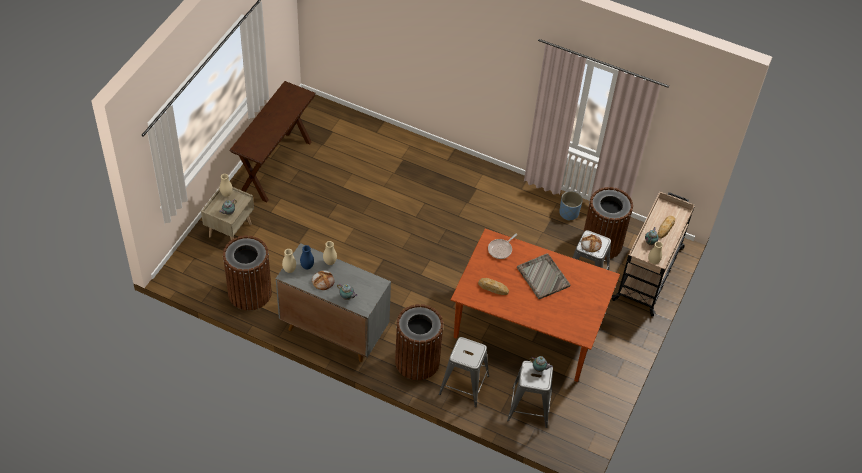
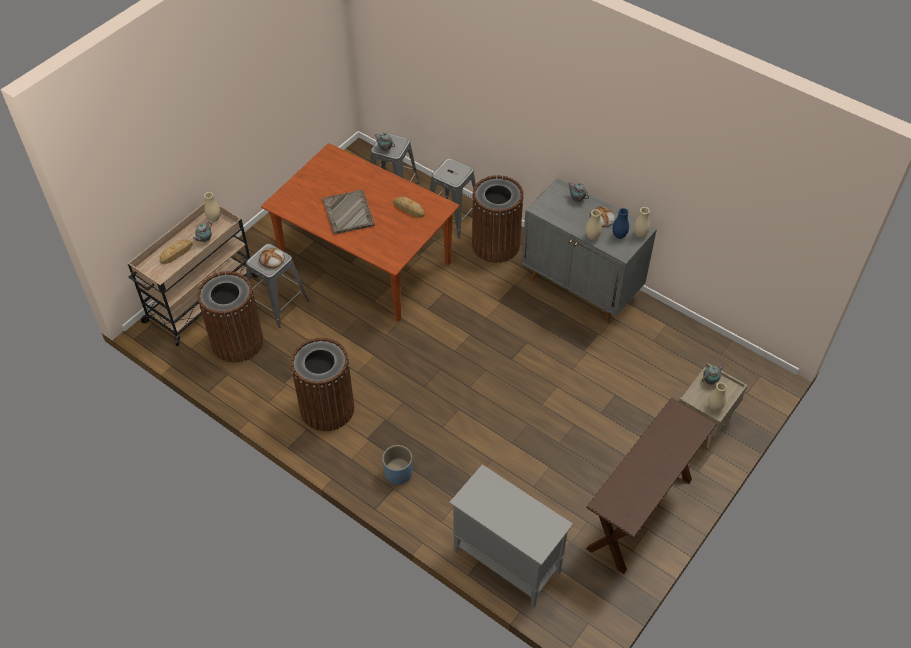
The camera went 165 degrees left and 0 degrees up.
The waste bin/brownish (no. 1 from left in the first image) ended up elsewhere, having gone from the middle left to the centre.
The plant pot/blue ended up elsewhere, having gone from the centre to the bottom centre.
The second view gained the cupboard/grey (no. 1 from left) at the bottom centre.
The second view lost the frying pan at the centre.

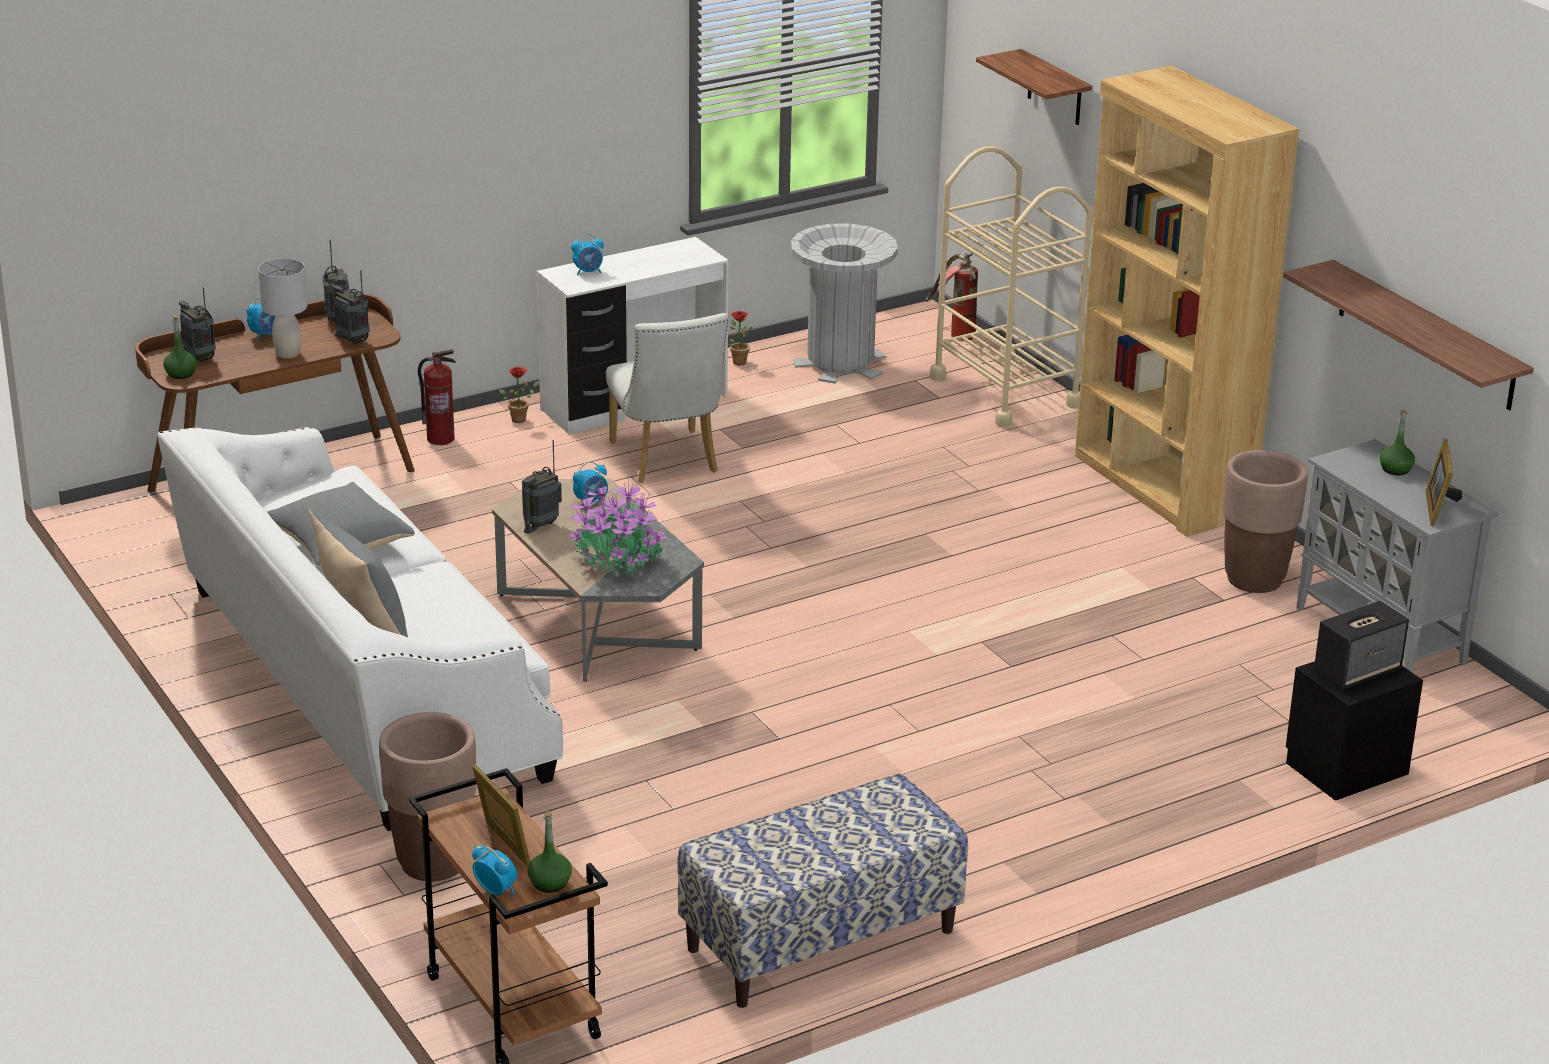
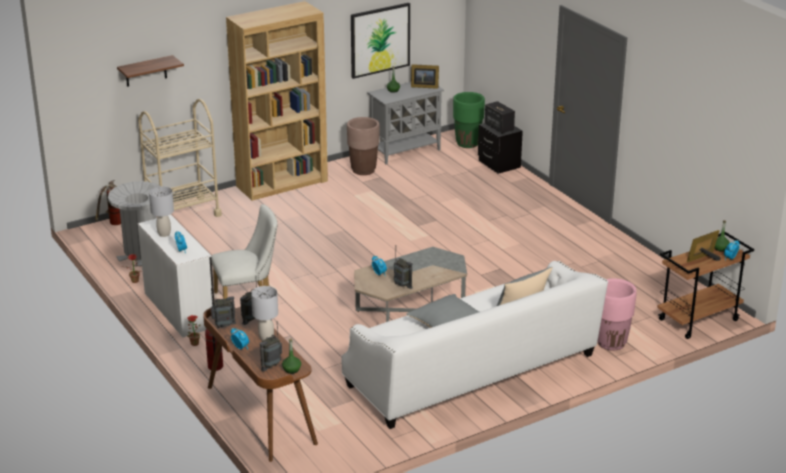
The camera went 90 degrees left and 0 degrees up.
The second view gained the table lamp/grey (no. 1 from left) at the middle left.
Where the wall shelf (no. 2 from left) hung at the top right, the picture came to hang at the top centre.
The second view gained the plant pot/green at the top centre.
What was the plant pot/brownish (no. 1 from left) at the bottom left turned into the plant pot/pink at the middle right.
The second view lost the plant in a pot (no. 2 from left) at the centre.
The second view lost the long seat at the bottom centre.

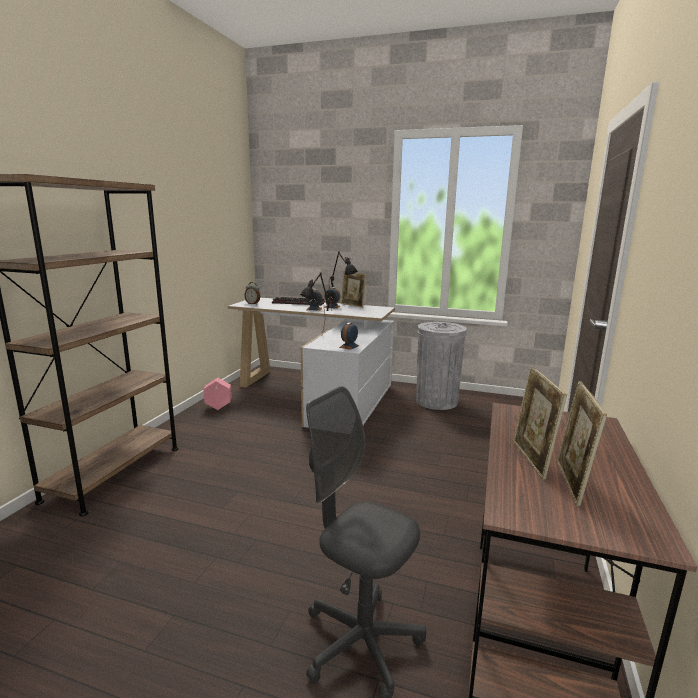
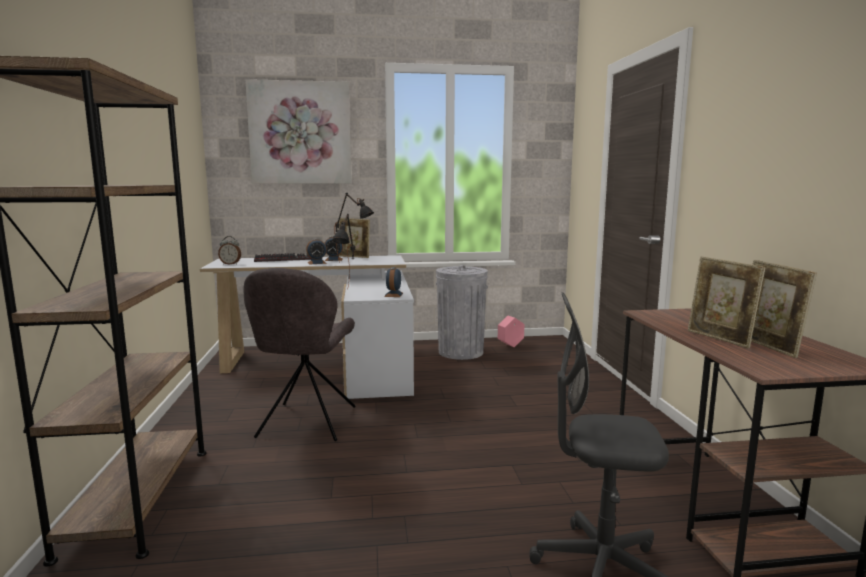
The camera went 25 degrees left and 5 degrees down.
The second view gained the chair/grey at the centre.
The second view gained the picture at the top centre.
The plant pot/pink ended up elsewhere, having gone from the middle left to the centre.

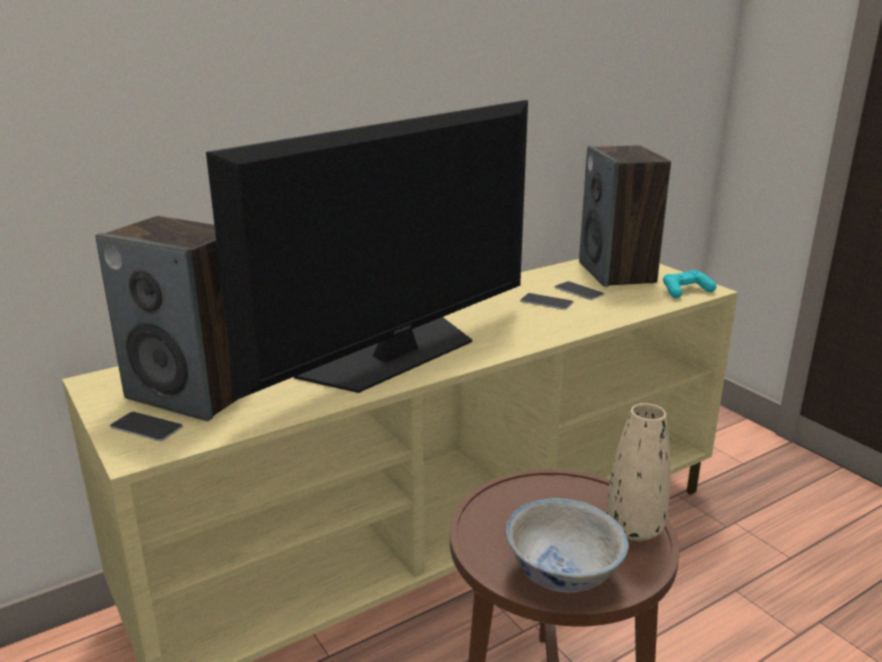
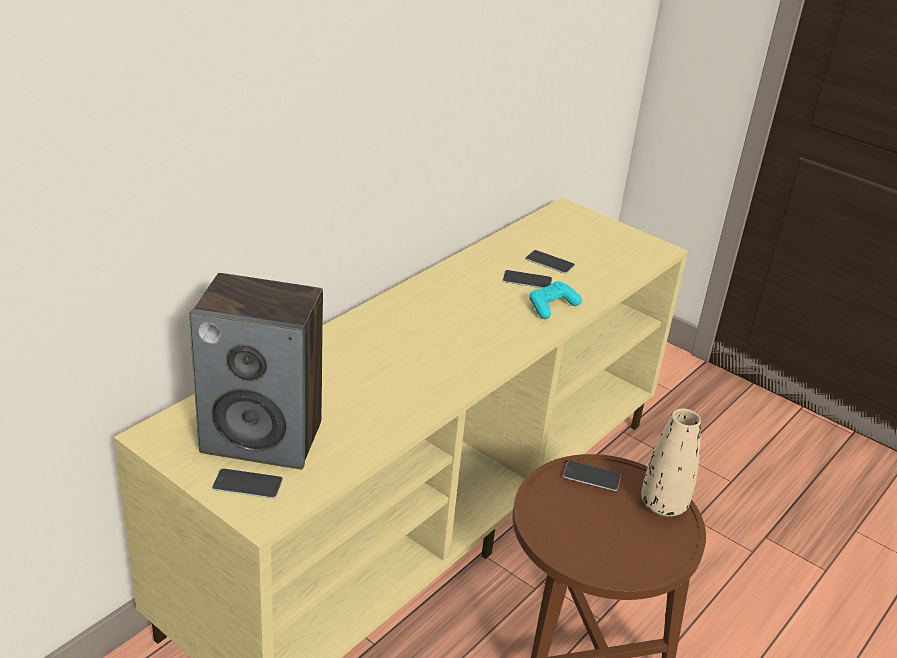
The camera went 20 degrees left and 10 degrees up.
The game controller/blue-green ended up elsewhere, having gone from the middle right to the centre.
The second view gained the telephone (no. 4 from left) at the bottom centre.
The second view lost the TV set at the centre.
The second view lost the serving bowl/white-coloured at the bottom centre.
The second view lost the speaker (no. 2 from left) at the top right.

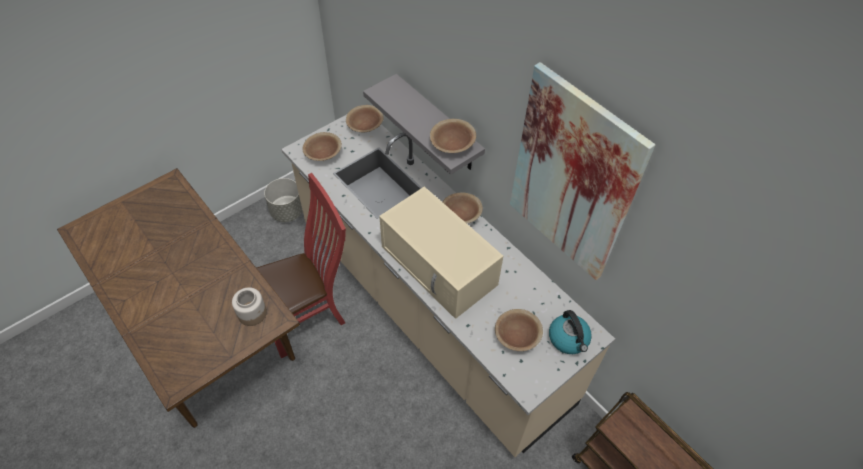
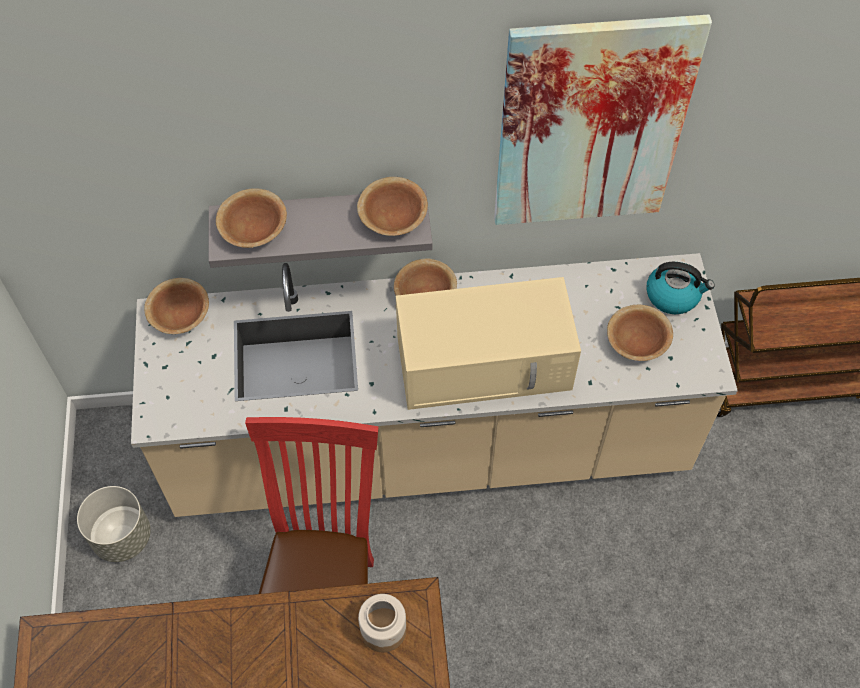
The camera went 55 degrees left and 5 degrees up.
The serving bowl/brownish (no. 1 from left in the first image) ended up elsewhere, having gone from the top centre to the top left.

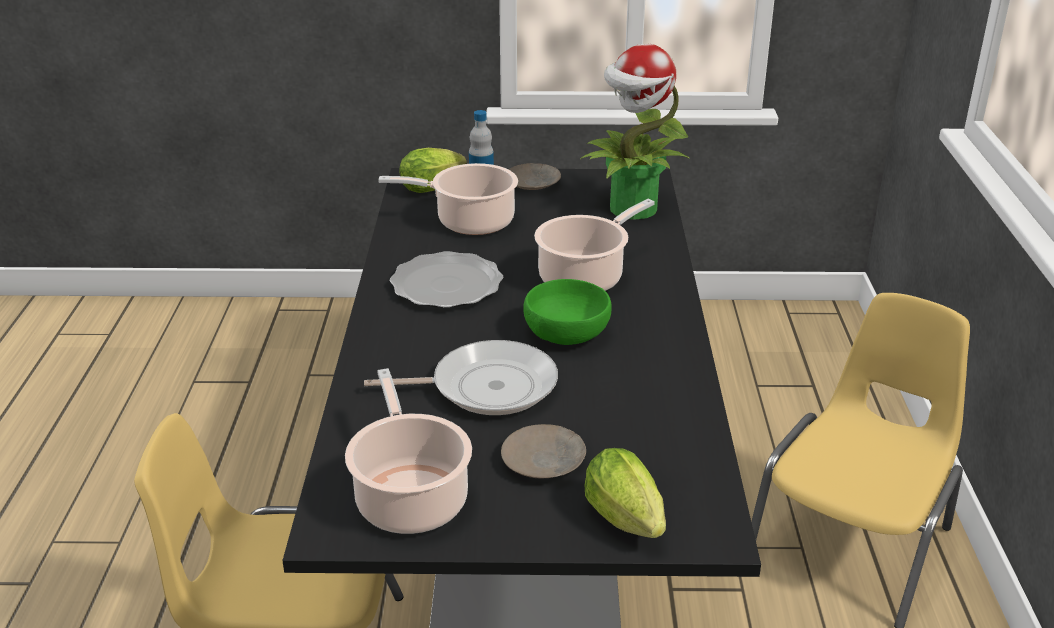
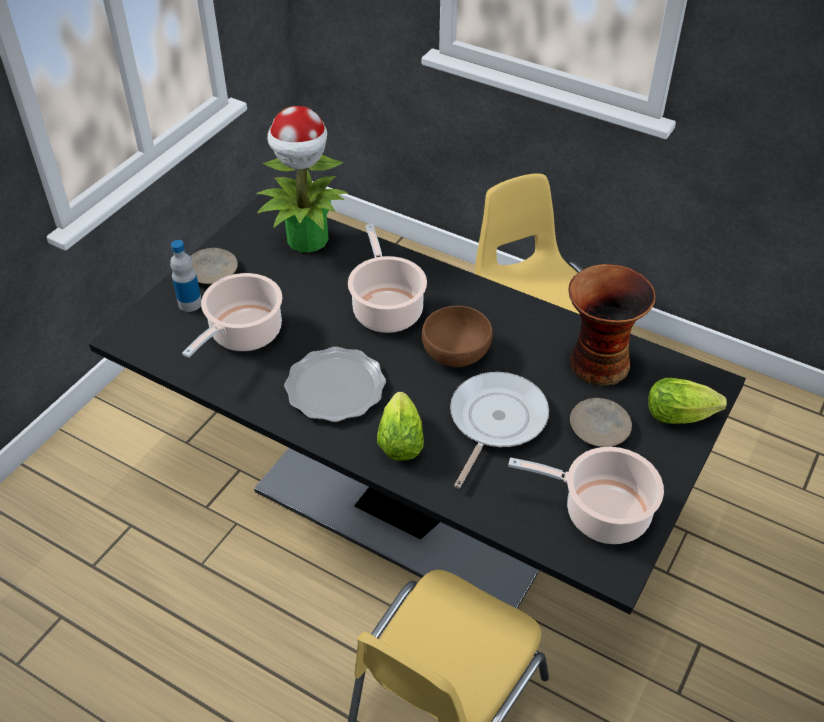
The camera went 60 degrees left and 15 degrees up.
The head of lettuce (no. 1 from left) ended up elsewhere, having gone from the top centre to the centre.
What was the serving bowl/green at the centre turned into the serving bowl/brownish at the centre.
The second view gained the flower vase at the middle right.

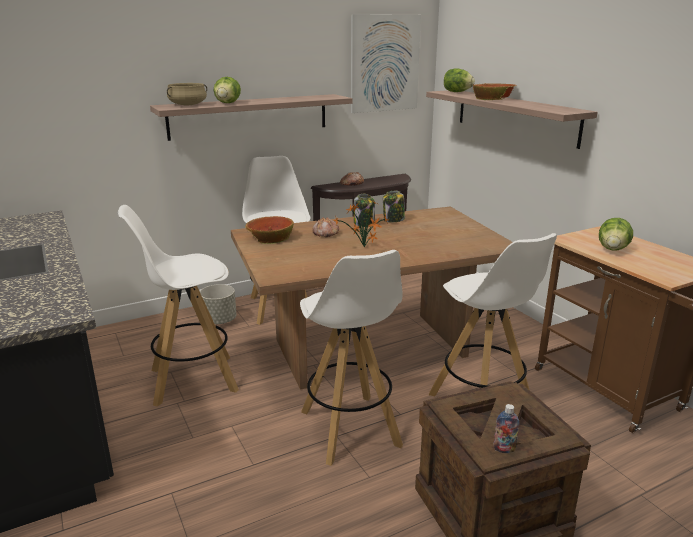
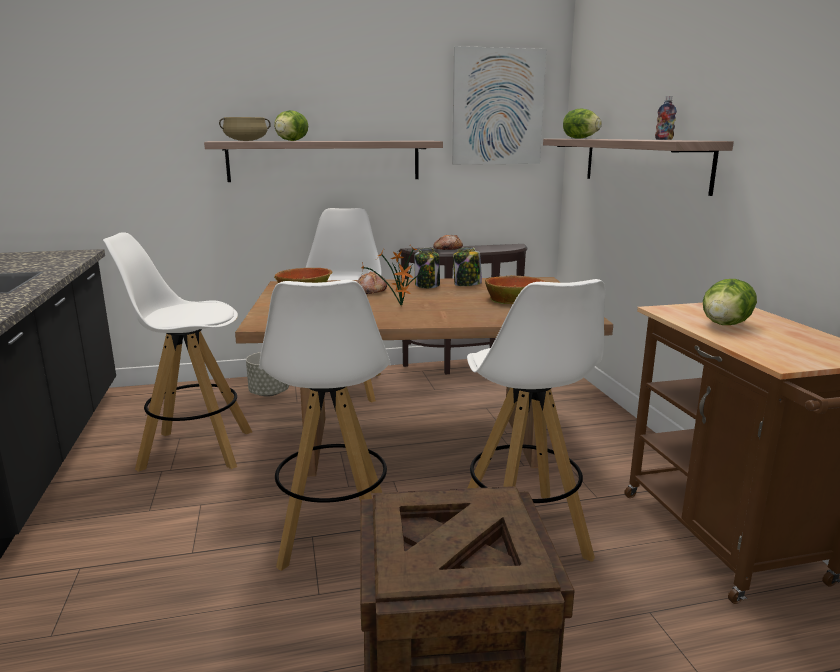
The camera went 15 degrees right and 5 degrees down.
The serving bowl (no. 2 from left) ended up elsewhere, having gone from the top right to the centre.
The drink bottle ended up elsewhere, having gone from the bottom right to the top right.

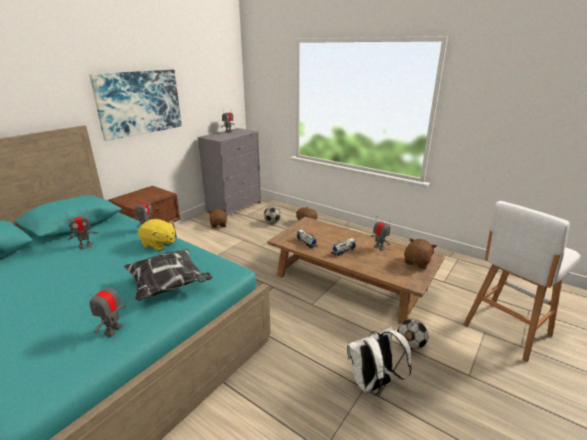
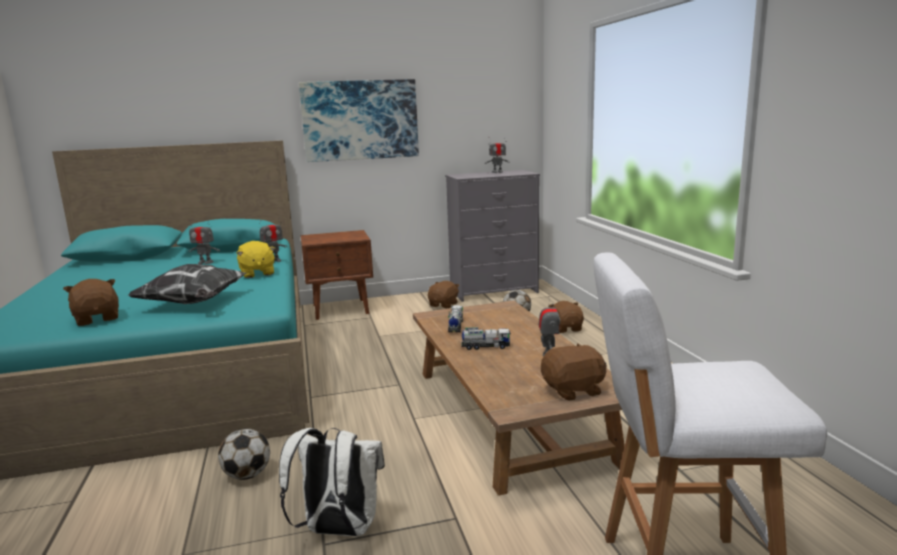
The camera went 40 degrees right and 10 degrees down.
Where the model robot (no. 2 from left) stood at the bottom left, the plush toy/brownish (no. 1 from left) came to stand at the middle left.
The football (no. 2 from left in the first image) ended up elsewhere, having gone from the bottom right to the bottom left.

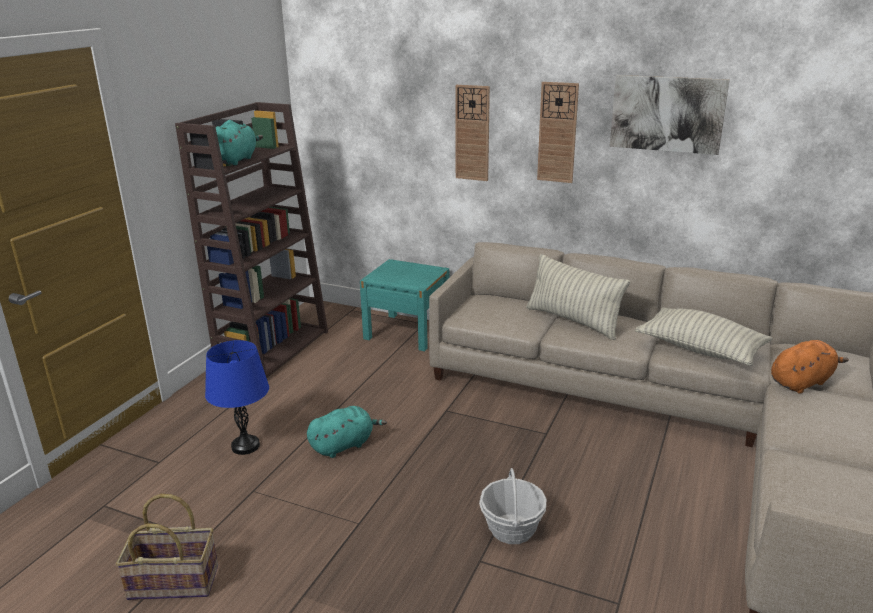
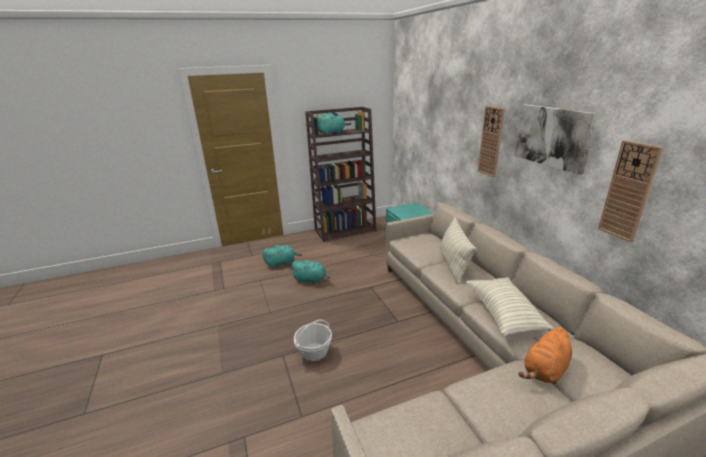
The camera went 45 degrees right and 0 degrees up.
Where the table lamp/blue stood at the middle left, the plush toy/blue-green (no. 1 from left) came to stand at the centre.
The plush toy/orange-coloured at the middle right ended up facing another way, 120 degrees clockwise from before.
The wall clock (no. 1 from left in the first image) ended up elsewhere, having gone from the top centre to the middle right.
The second view lost the household basket (no. 1 from left) at the bottom left.

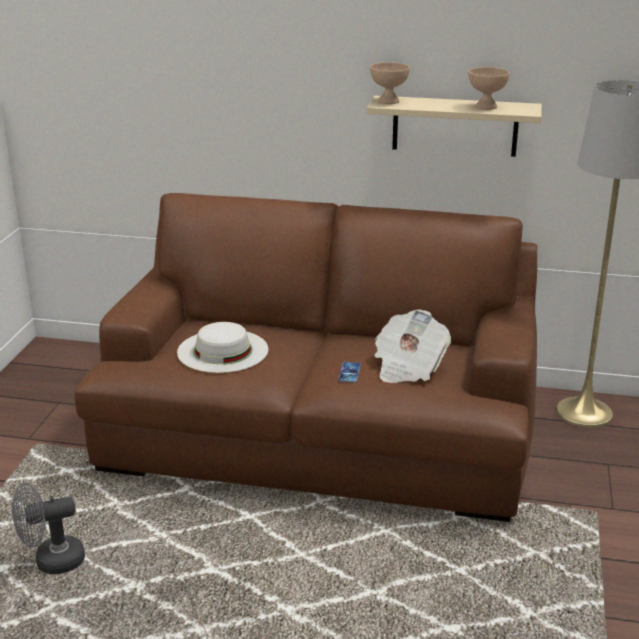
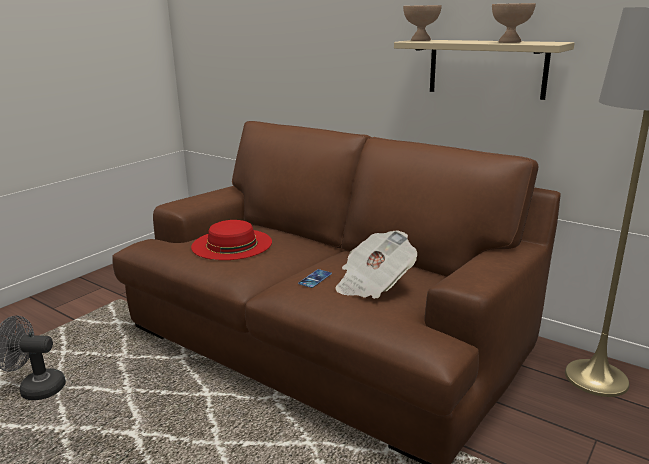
The camera went 25 degrees right and 5 degrees down.
What was the hat/white-coloured at the centre turned into the hat/red at the centre.

